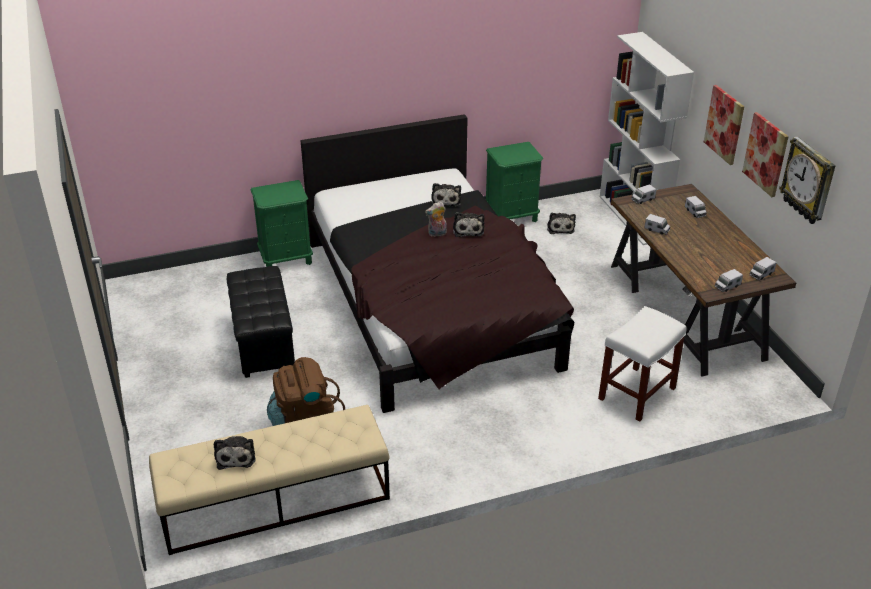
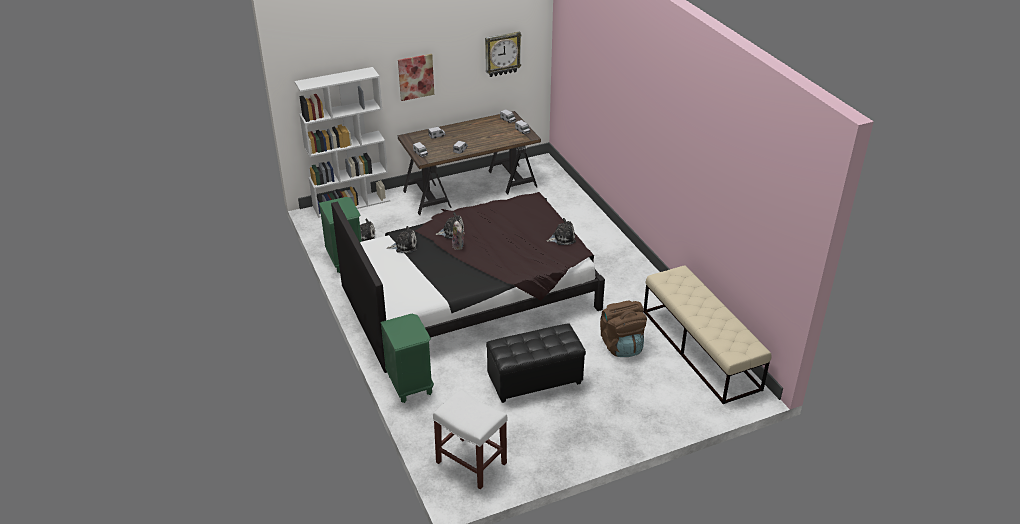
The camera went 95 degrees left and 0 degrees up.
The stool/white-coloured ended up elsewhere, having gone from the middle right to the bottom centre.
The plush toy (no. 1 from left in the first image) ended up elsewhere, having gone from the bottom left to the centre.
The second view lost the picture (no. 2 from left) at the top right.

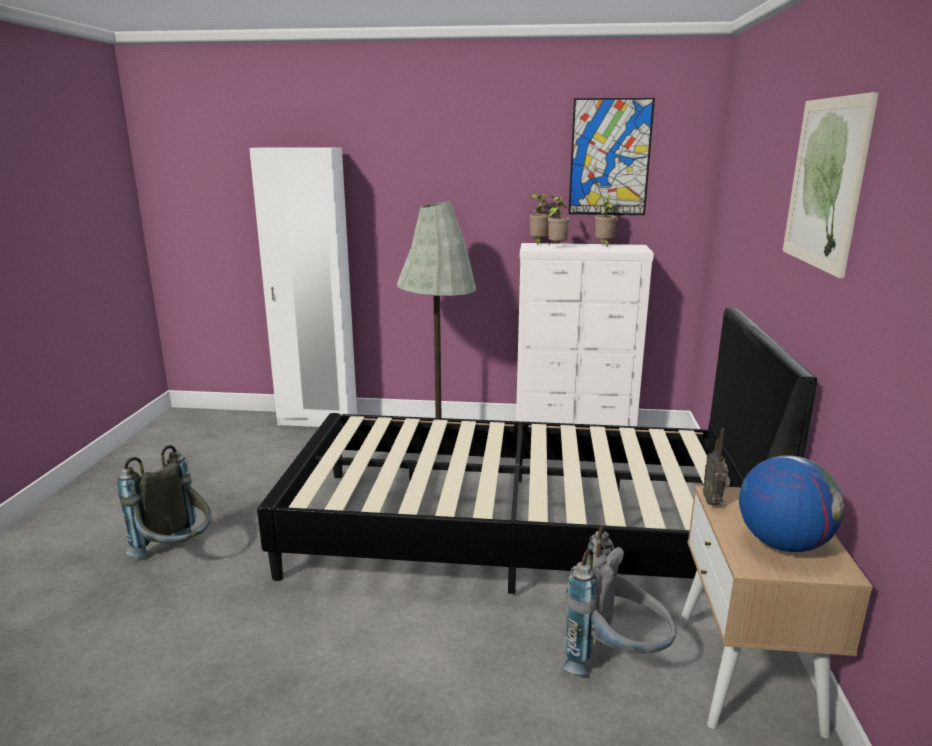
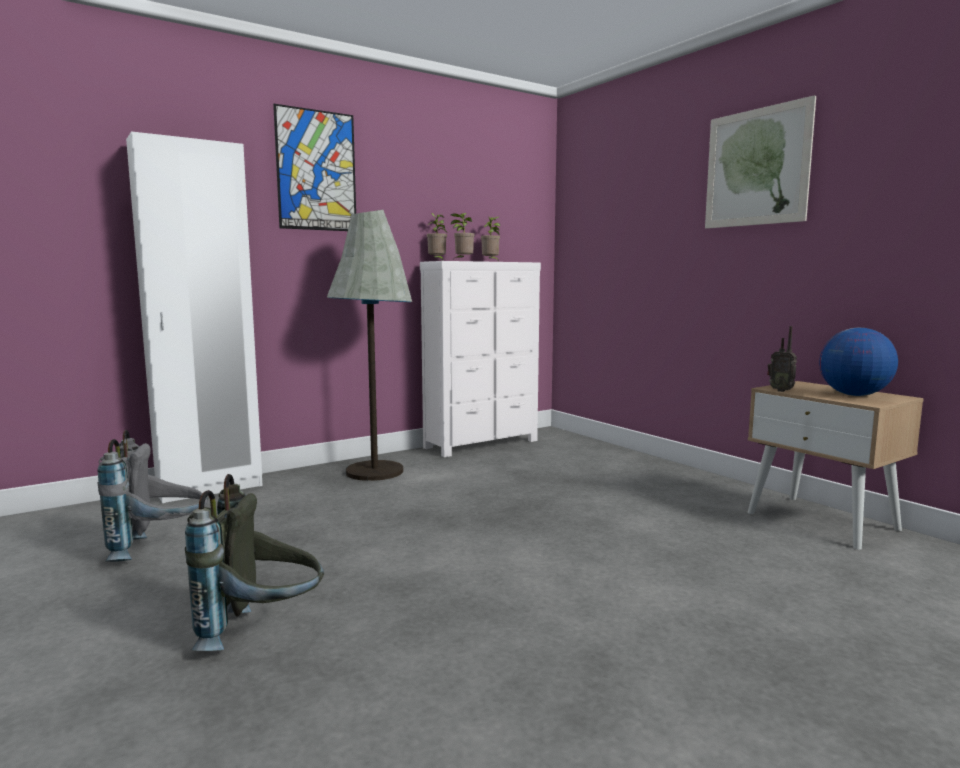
The camera went 40 degrees left and 10 degrees down.
The backpack/grey (no. 2 from left in the first image) ended up elsewhere, having gone from the bottom centre to the middle left.
The picture (no. 1 from left) ended up elsewhere, having gone from the top centre to the top left.
The second view lost the sleeping bed/black at the centre.

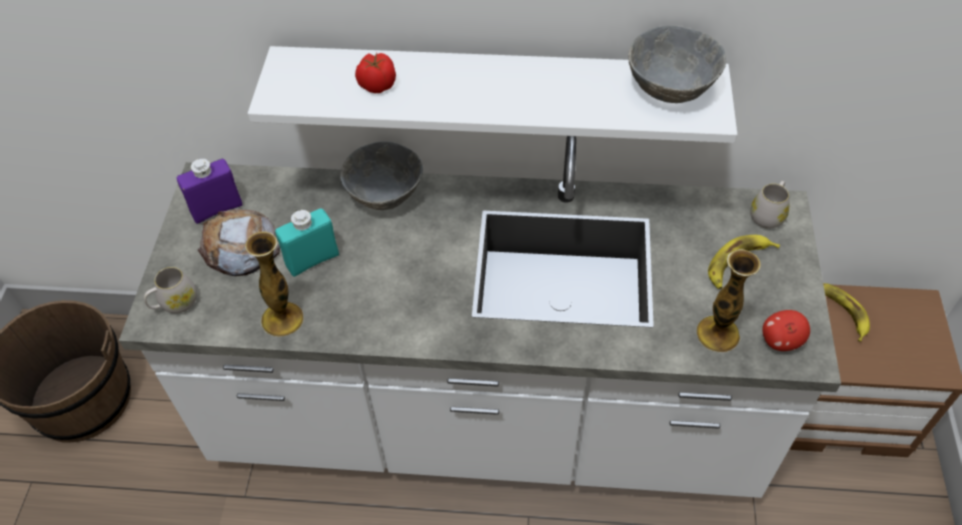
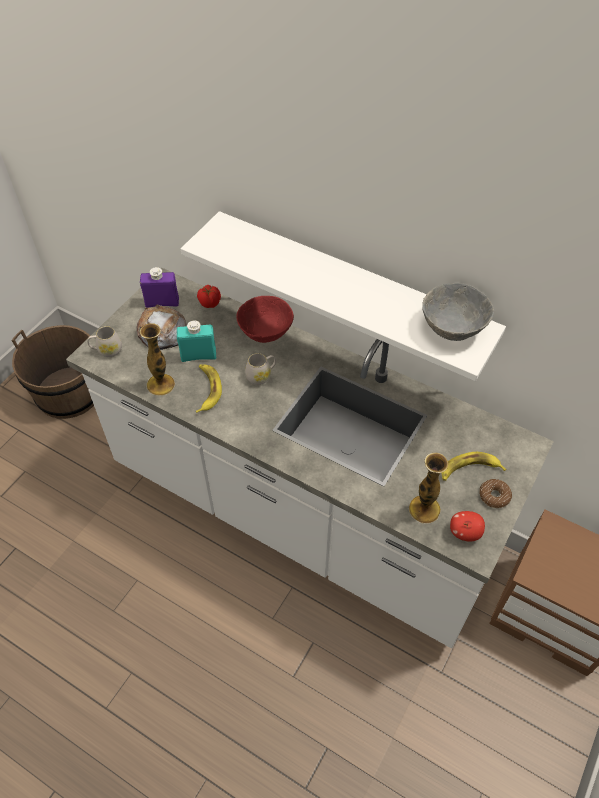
The camera went 25 degrees right and 0 degrees up.
The banana fruit (no. 2 from left in the first image) ended up elsewhere, having gone from the middle right to the centre.
The tomato ended up elsewhere, having gone from the top centre to the centre.
What was the serving bowl/grey (no. 1 from left) at the centre turned into the serving bowl/red at the centre.
The tea mug/white-coloured (no. 2 from left) ended up elsewhere, having gone from the middle right to the centre.
The second view gained the ring doughnut at the middle right.

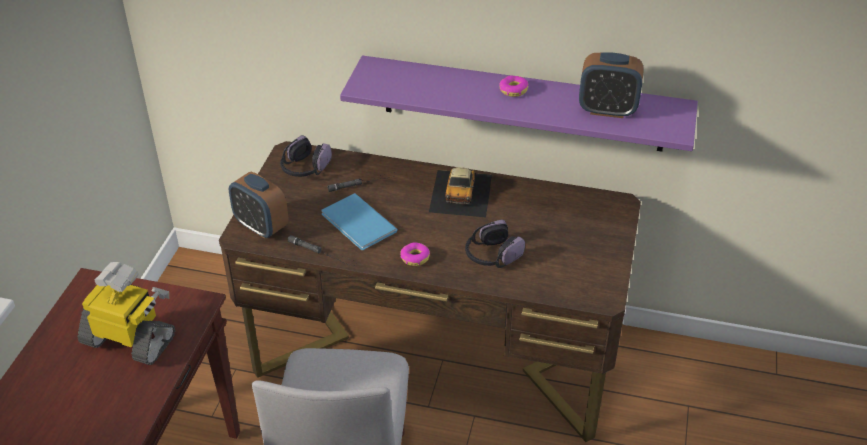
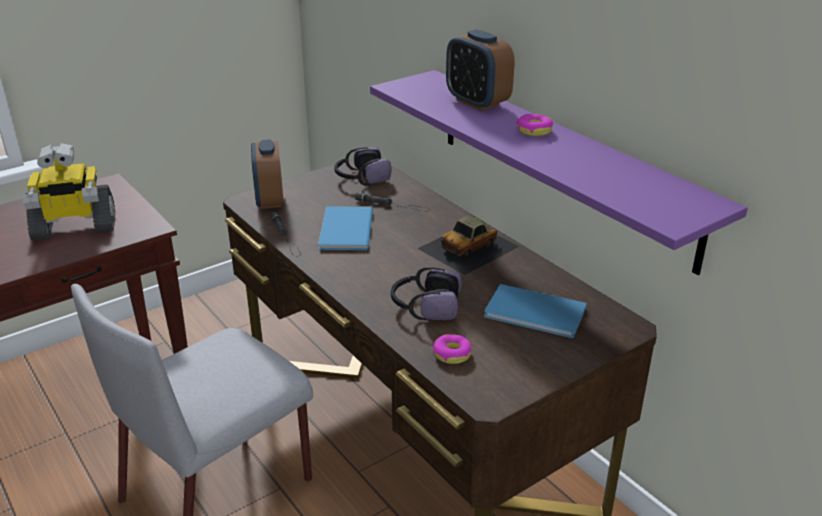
The camera went 40 degrees right and 10 degrees down.
The model robot at the bottom left ended up facing another way, 105 degrees clockwise from before.
The ring doughnut (no. 1 from left) ended up elsewhere, having gone from the centre to the bottom centre.
The bedside clock (no. 2 from left) ended up elsewhere, having gone from the top right to the top centre.
The second view gained the volume/blue (no. 2 from left) at the centre.

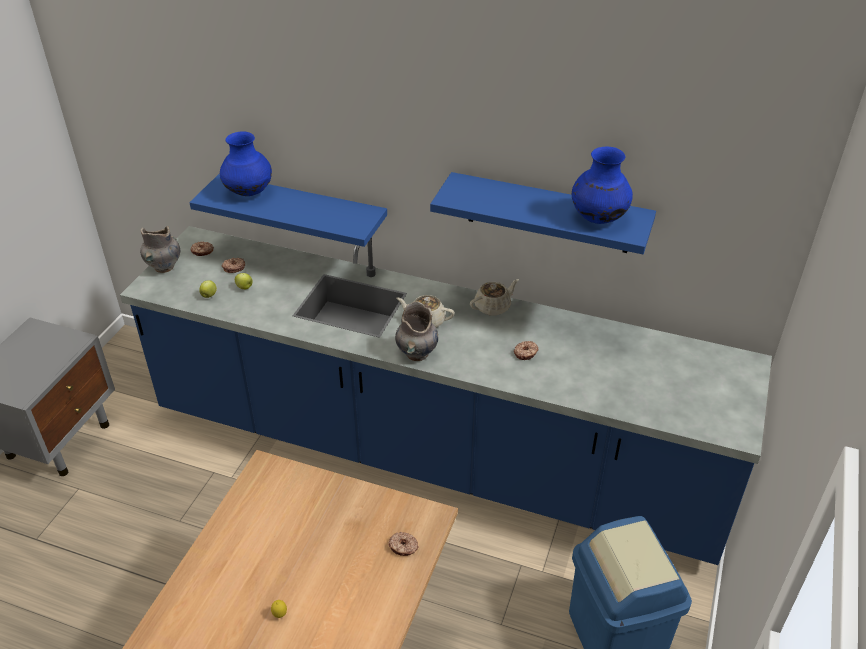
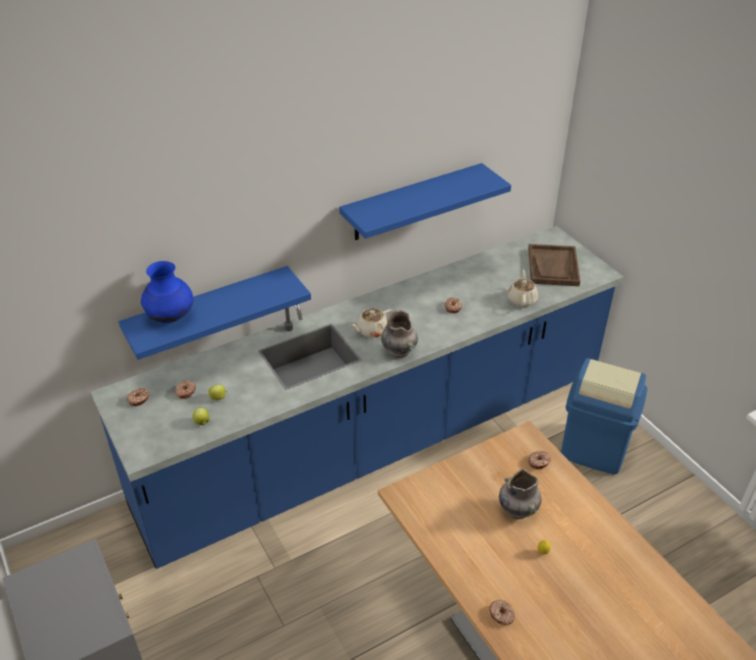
The camera went 50 degrees left and 0 degrees up.
The second view gained the ring doughnut (no. 4 from left) at the bottom centre.
The flower vase/grey (no. 1 from left in the first image) ended up elsewhere, having gone from the middle left to the bottom right.
The teapot/sand-coloured (no. 2 from left) ended up elsewhere, having gone from the centre to the middle right.
The second view gained the carrying tray/brownish at the middle right.
The second view lost the flower vase/blue (no. 2 from left) at the top right.

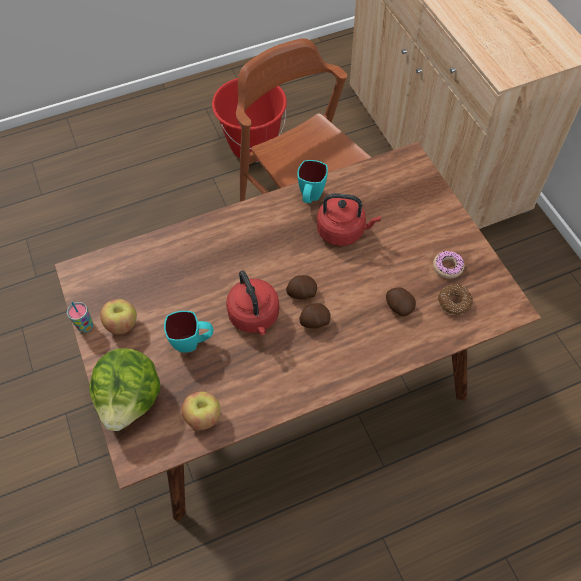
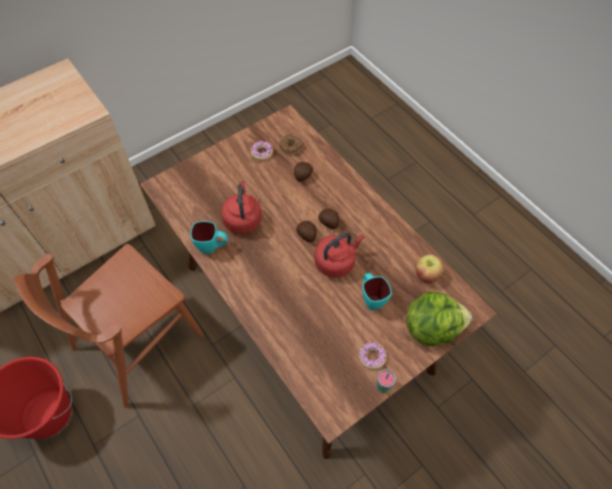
The camera went 105 degrees left and 0 degrees up.
Where the whole apple (no. 1 from left) stood at the middle left, the ring doughnut (no. 3 from left) came to stand at the bottom centre.

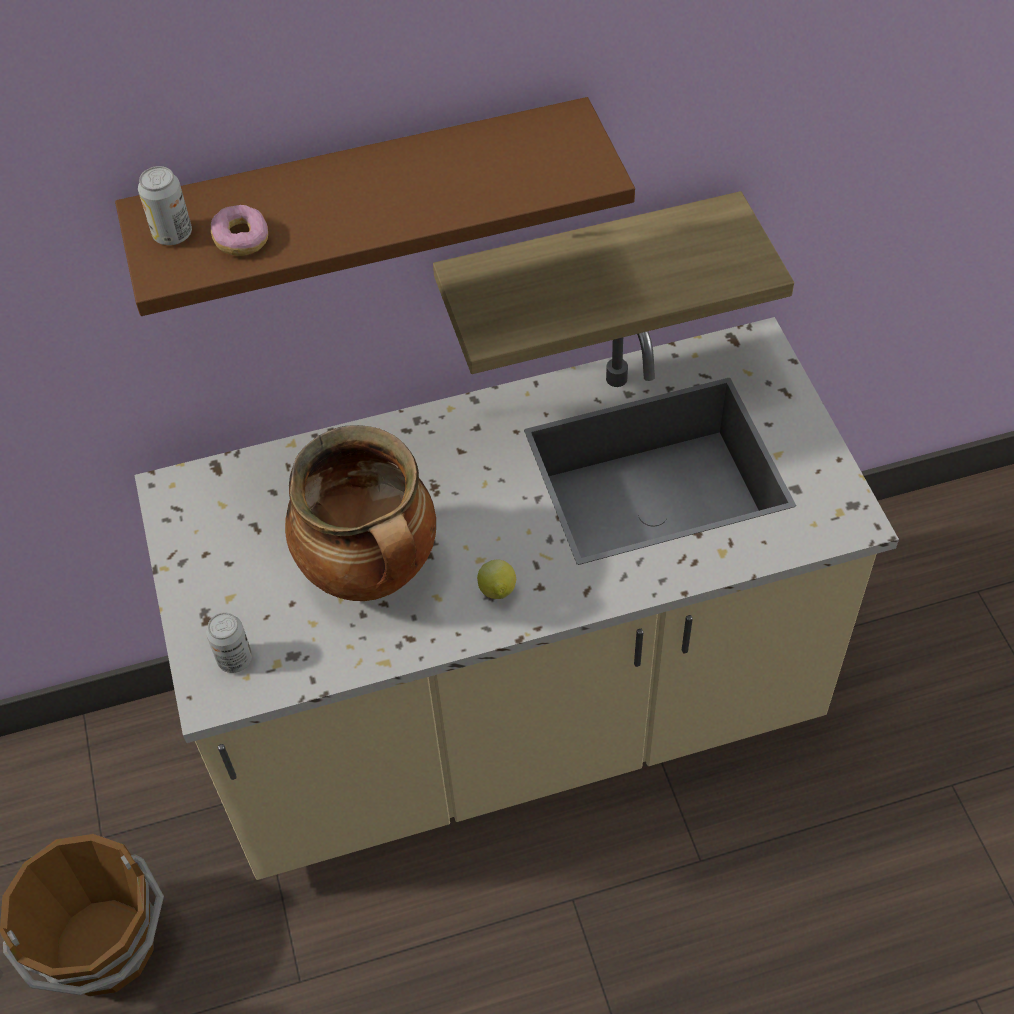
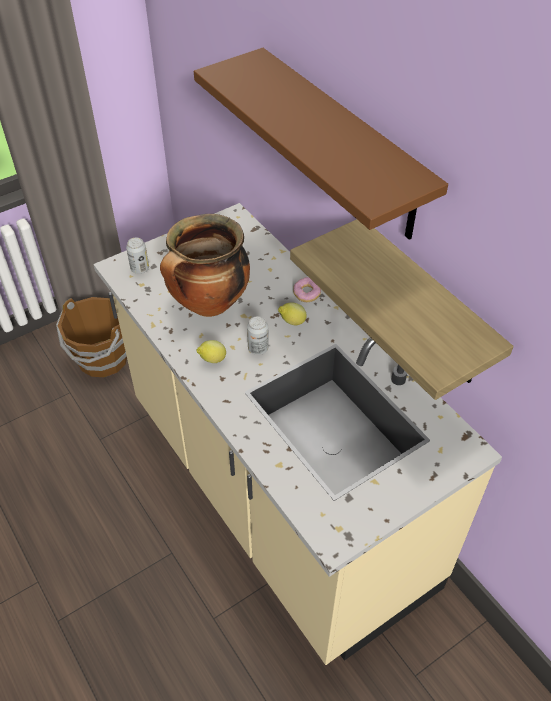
The camera went 70 degrees right and 5 degrees down.
The metal can (no. 1 from left in the first image) ended up elsewhere, having gone from the top left to the centre.
The second view gained the lemon (no. 2 from left) at the centre.
The ring doughnut ended up elsewhere, having gone from the top left to the centre.

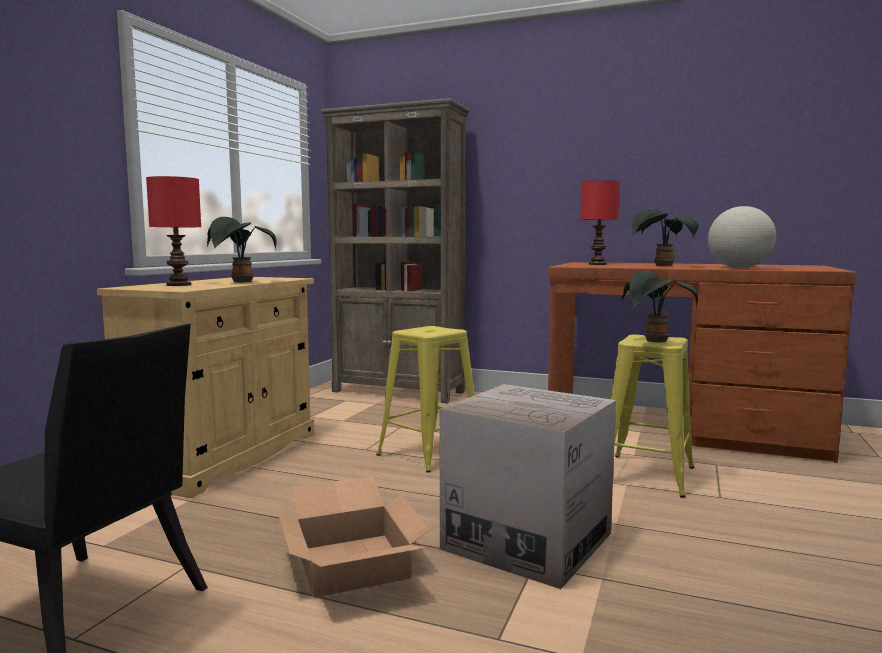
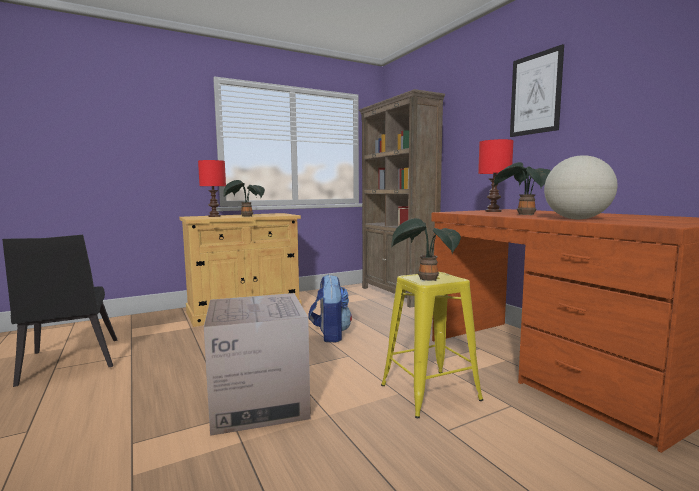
The camera went 40 degrees right and 0 degrees up.
Where the stool/yellowish (no. 1 from left) stood at the centre, the backpack came to stand at the centre.
The second view gained the picture at the top right.
The second view lost the cardboard box (no. 1 from left) at the bottom centre.

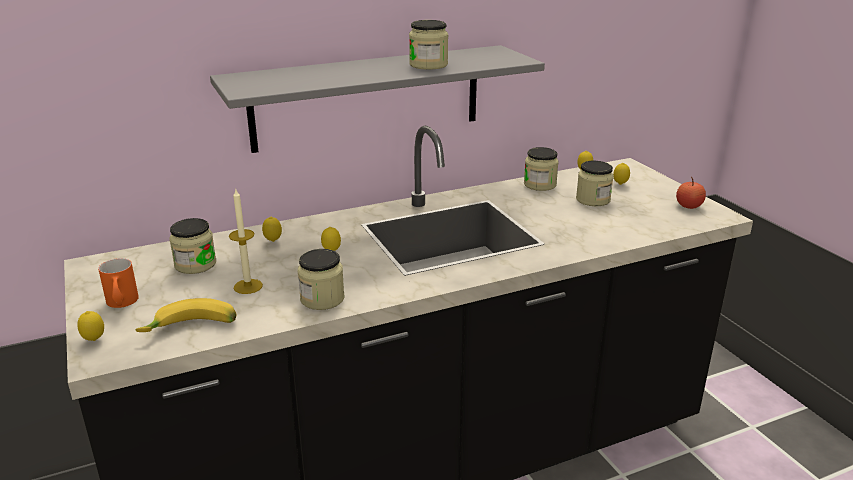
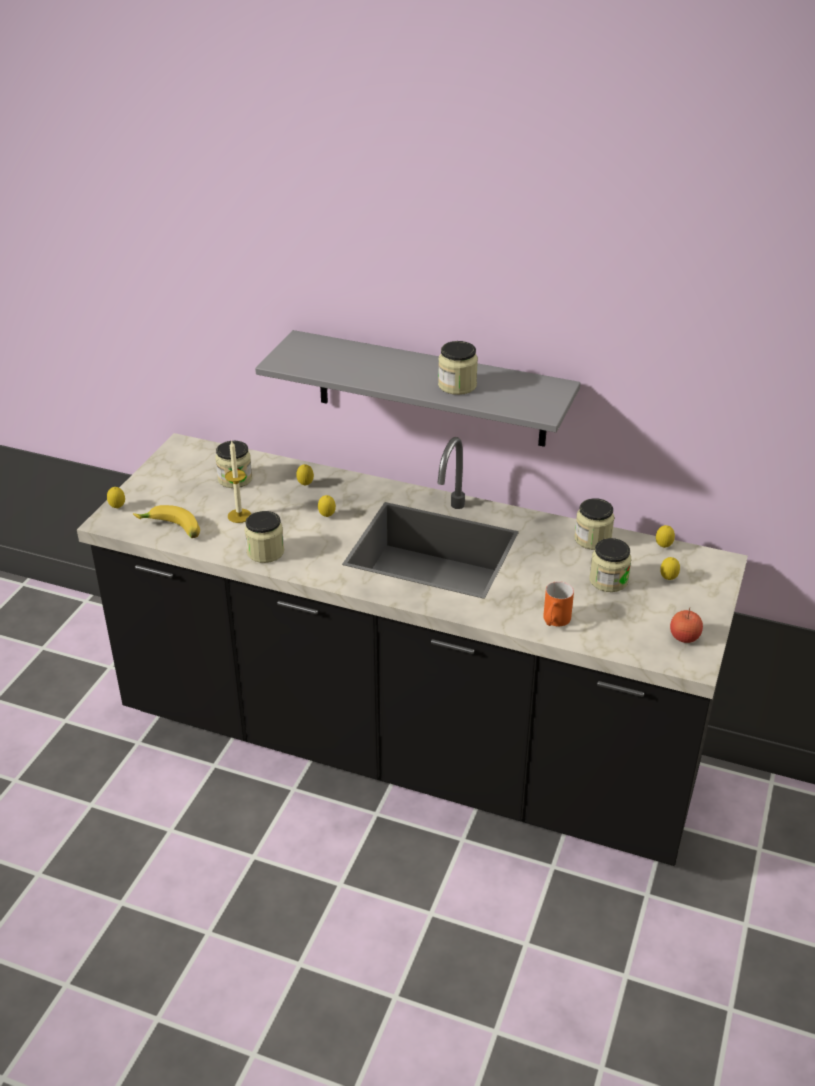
The camera went 45 degrees right and 10 degrees up.
The tea mug/orange-coloured ended up elsewhere, having gone from the middle left to the middle right.

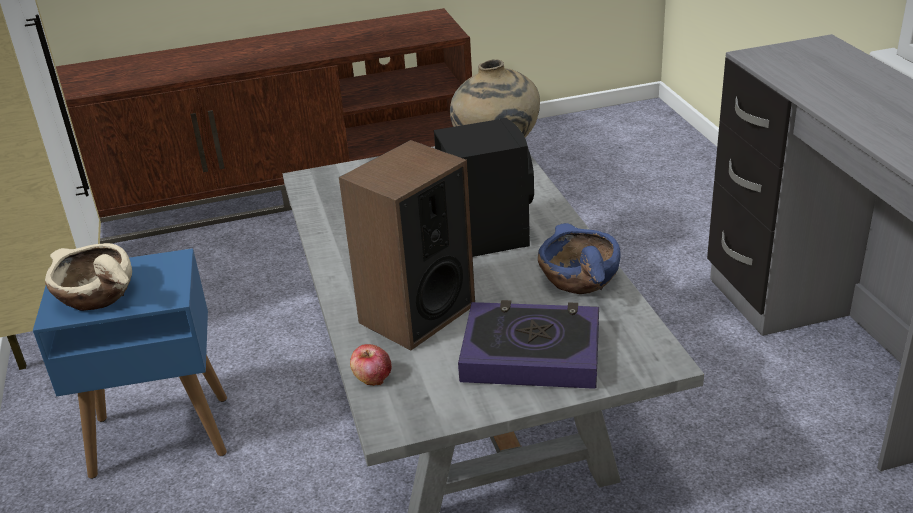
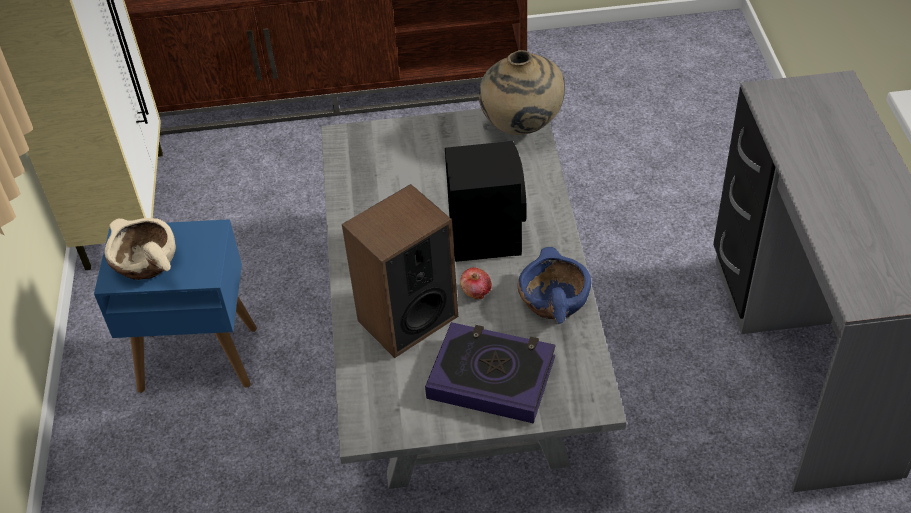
The camera went 10 degrees right and 15 degrees up.
The whole apple ended up elsewhere, having gone from the bottom centre to the centre.

